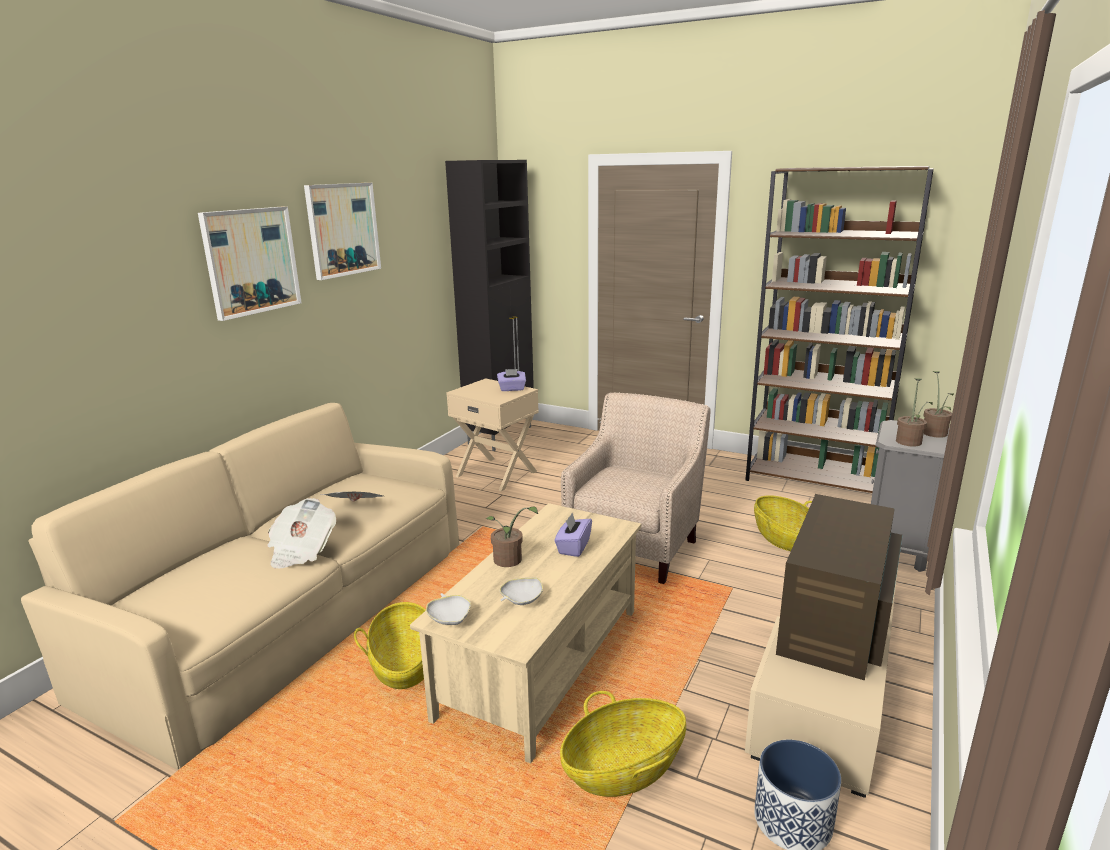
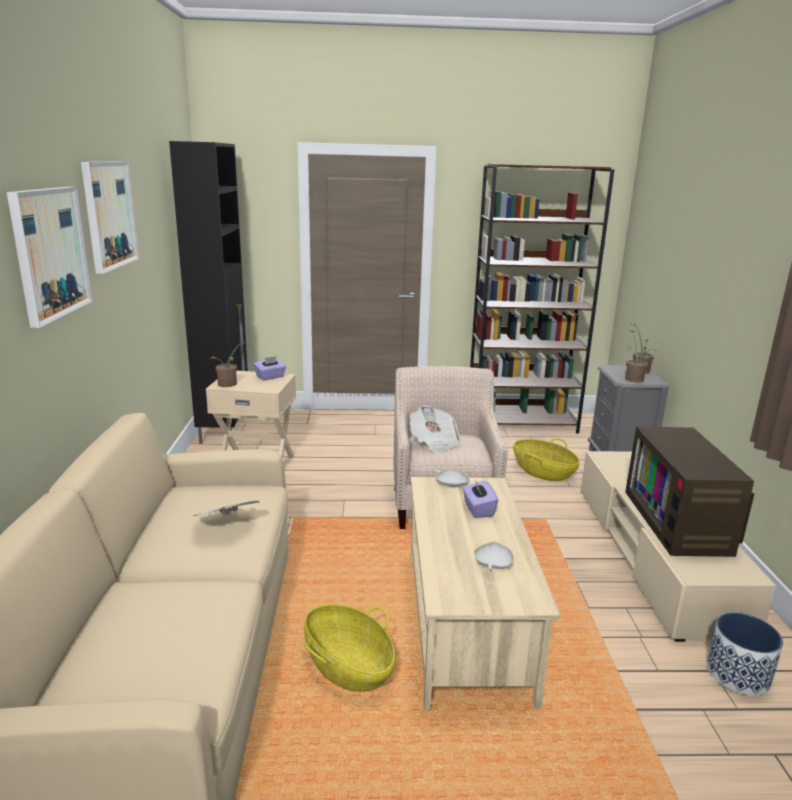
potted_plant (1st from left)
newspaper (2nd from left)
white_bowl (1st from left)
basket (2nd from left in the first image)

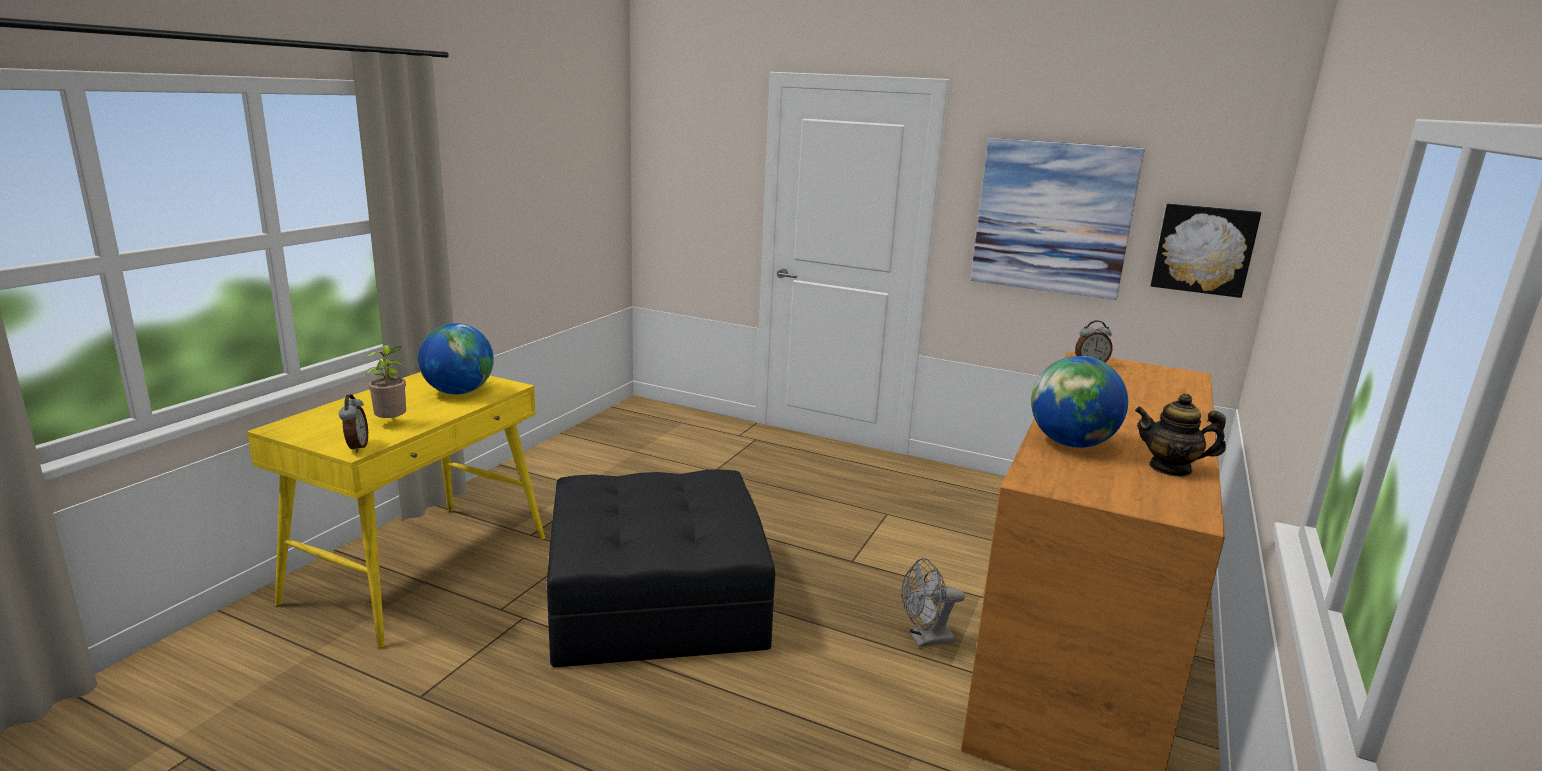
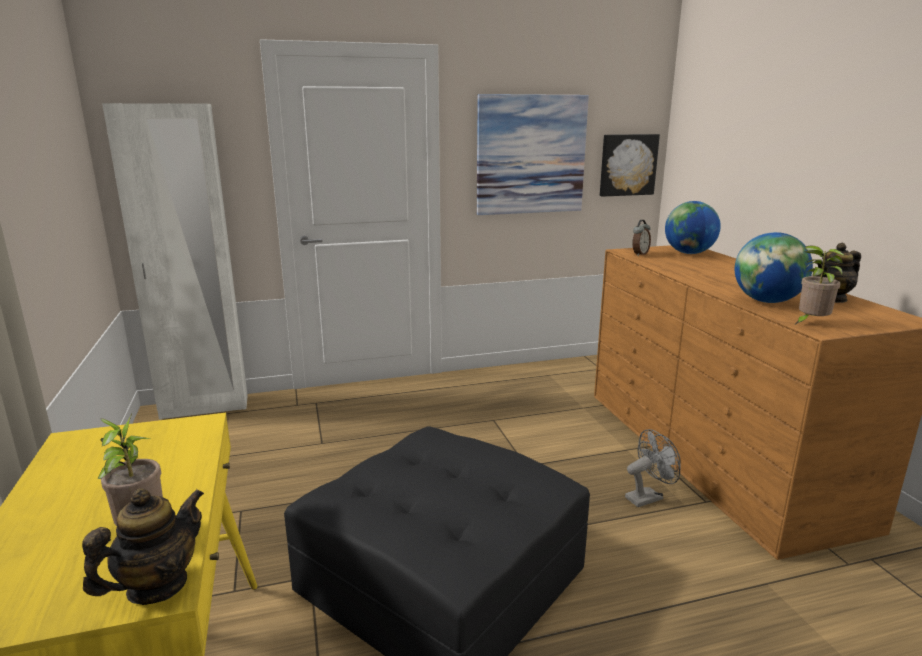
teapot (1st from left)
white_wardrobe
grey_fan
globe (1st from left)
potted_plant (2nd from left)

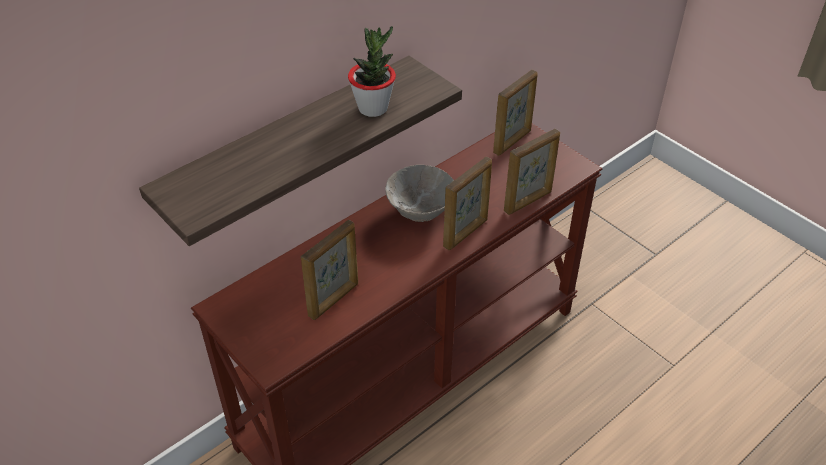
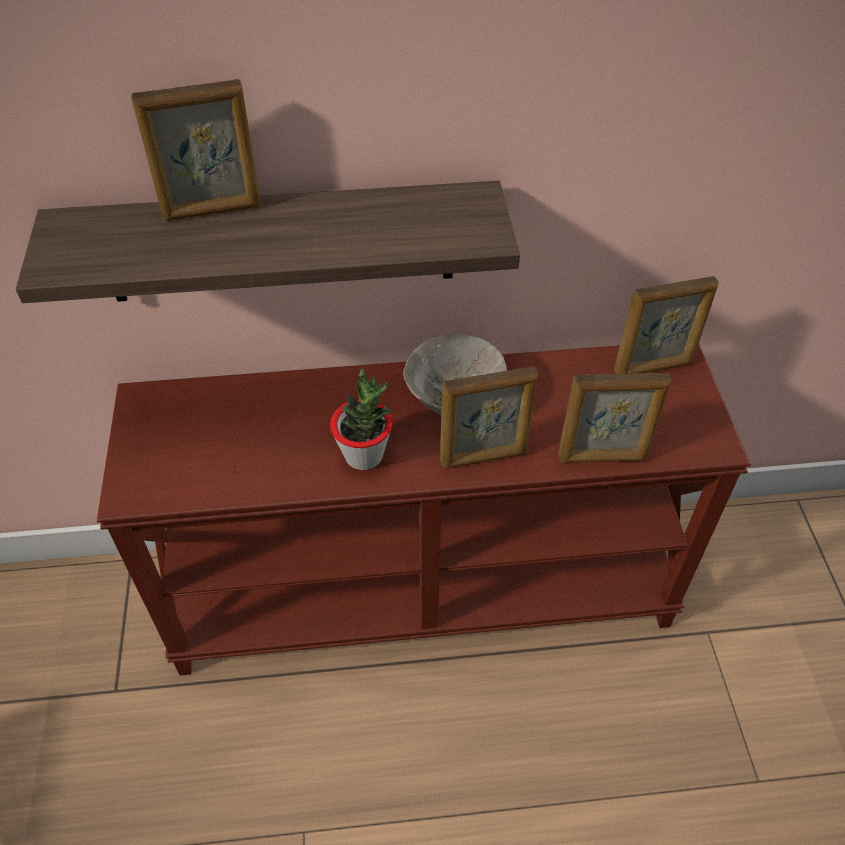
picture_frame (1st from left)
potted_plant

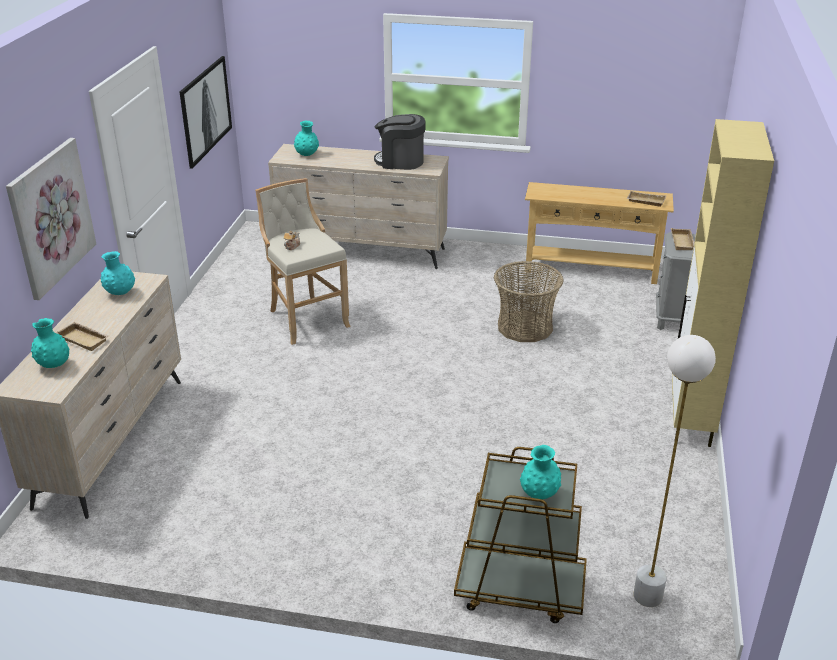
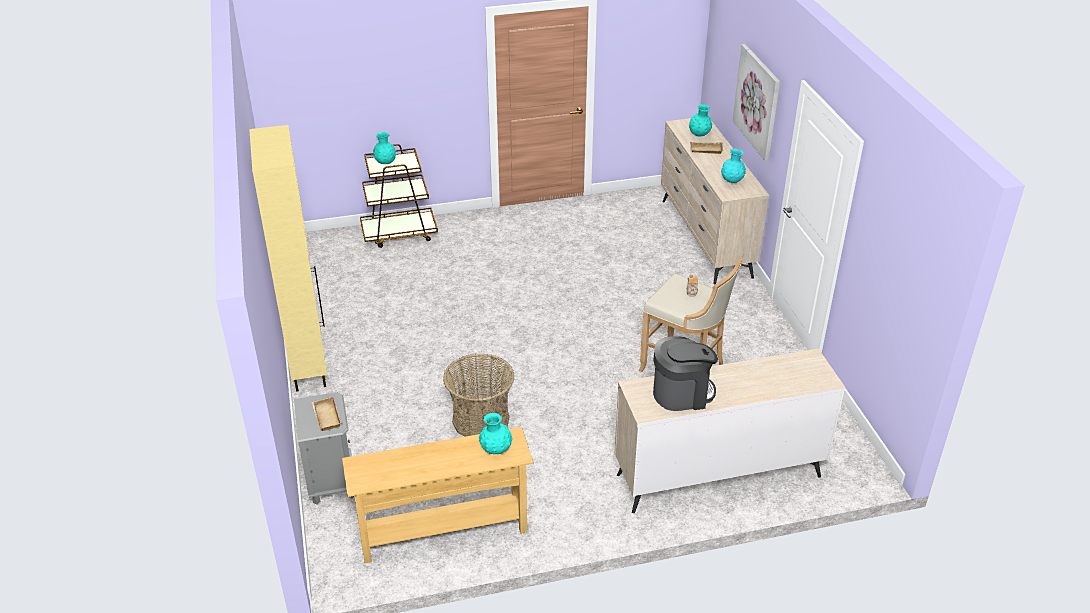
turquoise_vase (2nd from left)
picture (2nd from left in the first image)
beige_tray (2nd from left in the first image)
white_floor_lamp

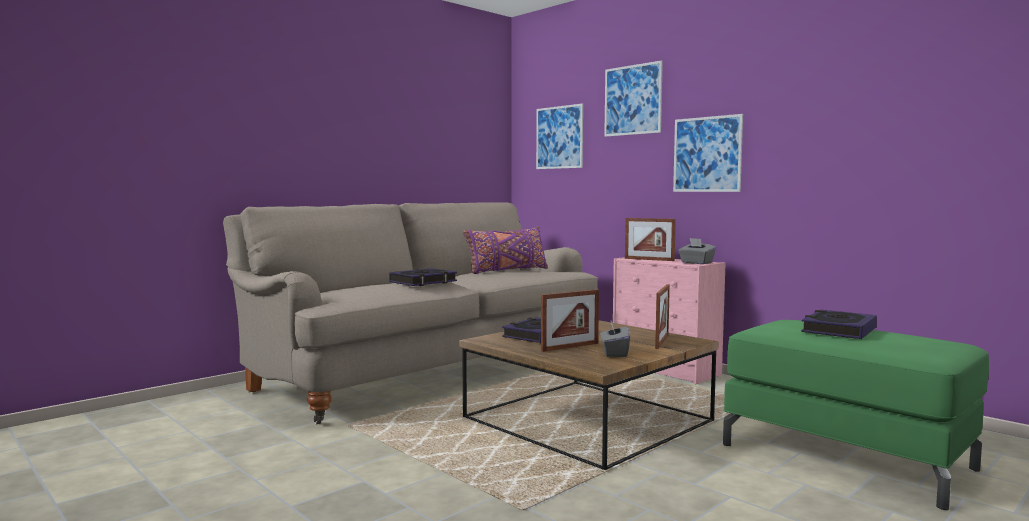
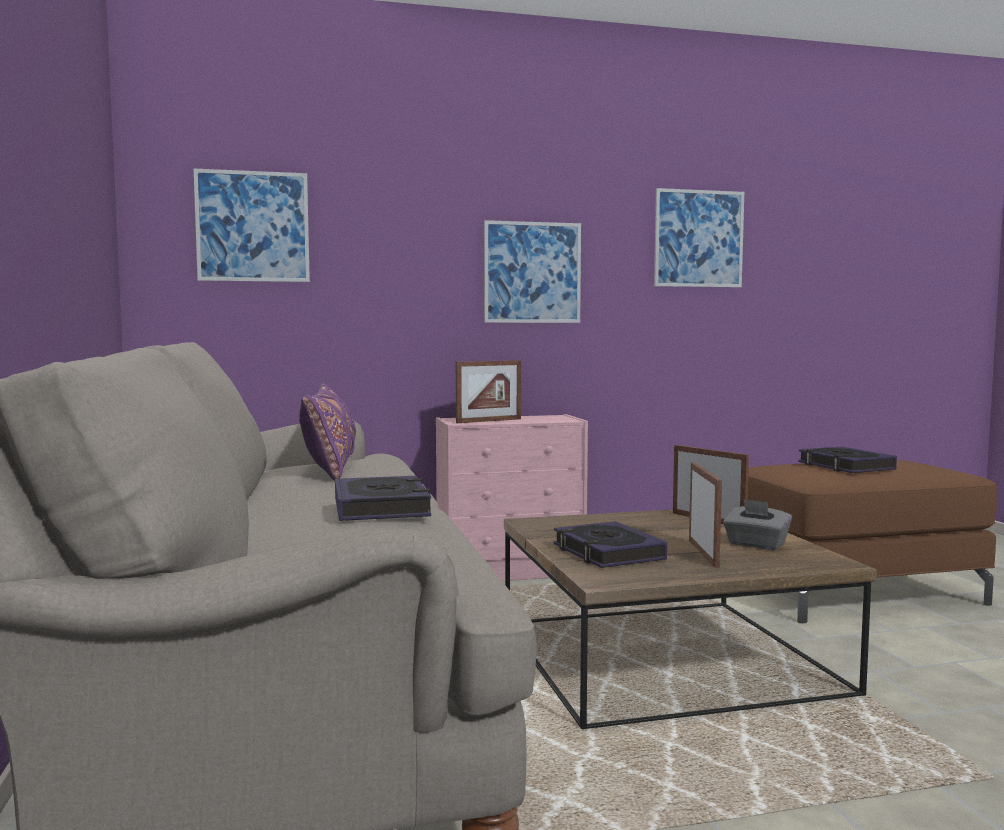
picture (3rd from left)
brown_ottoman
grey_tissue_box (2nd from left in the first image)

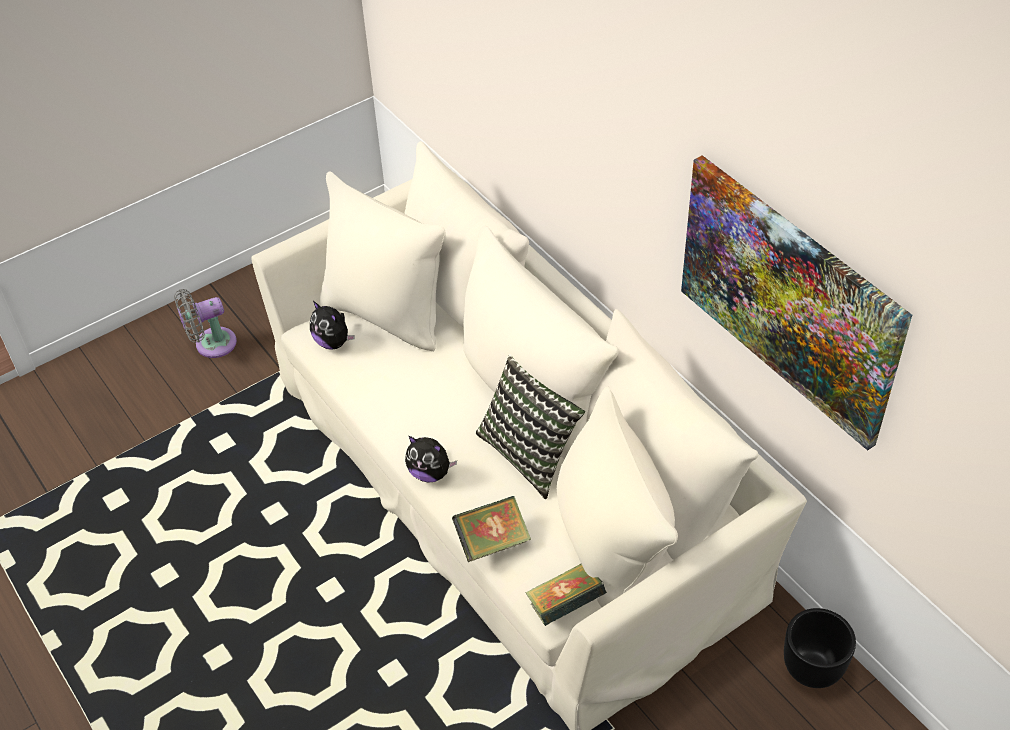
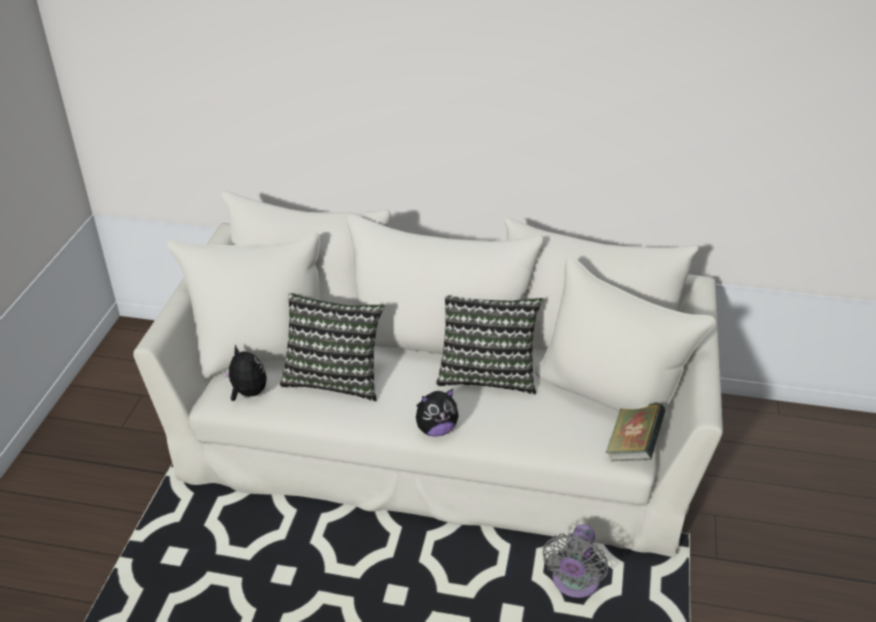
plush_toy (1st from left)
pillow (1st from left)
grey_fan
book (1st from left in the first image)
picture
black_planter

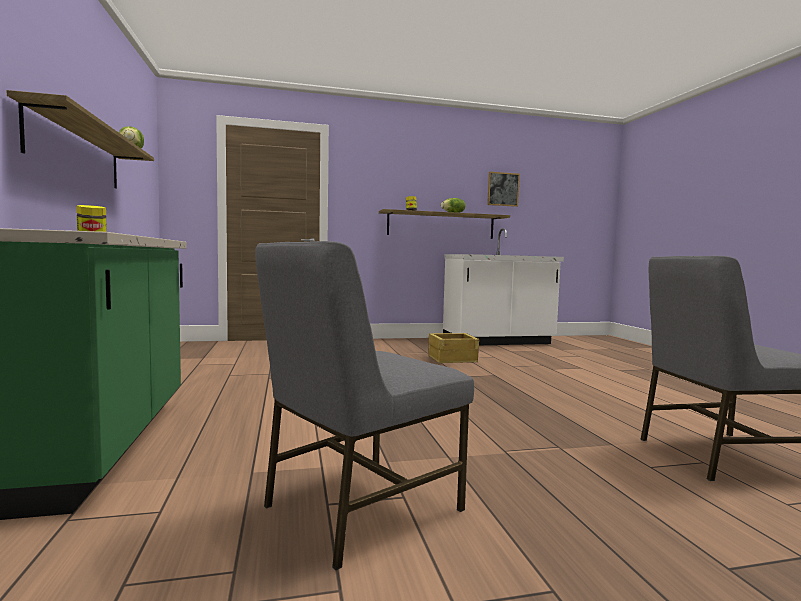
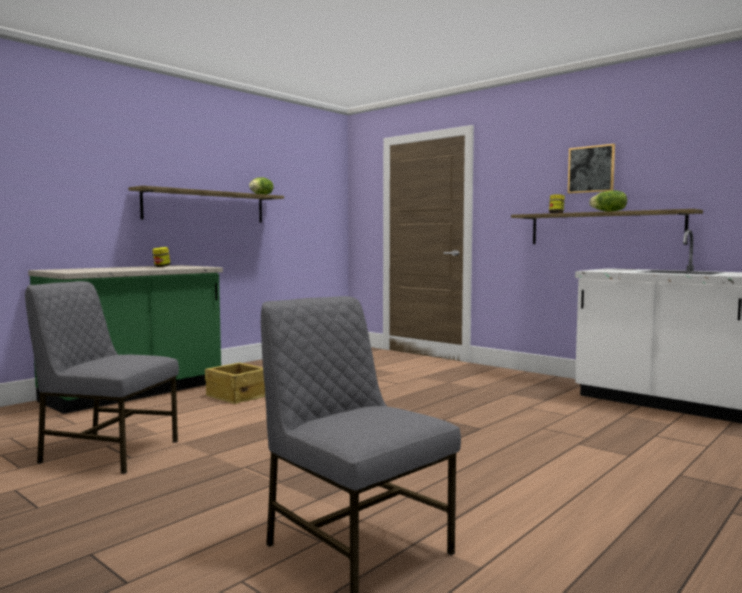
crate
picture

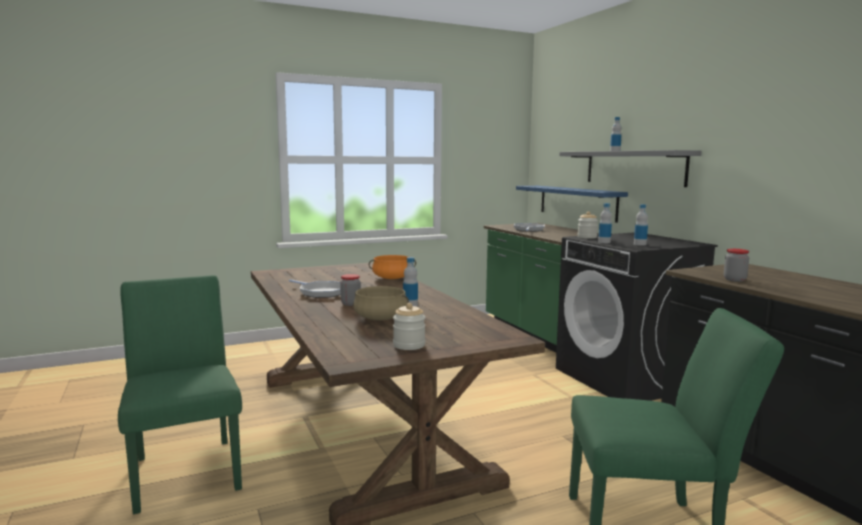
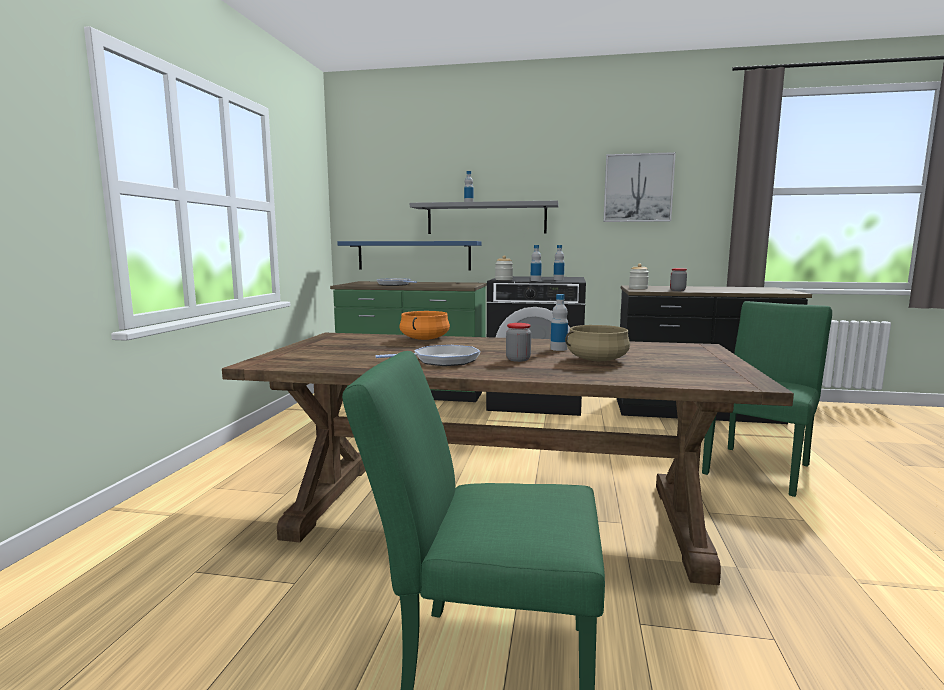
picture
jar (3rd from left)

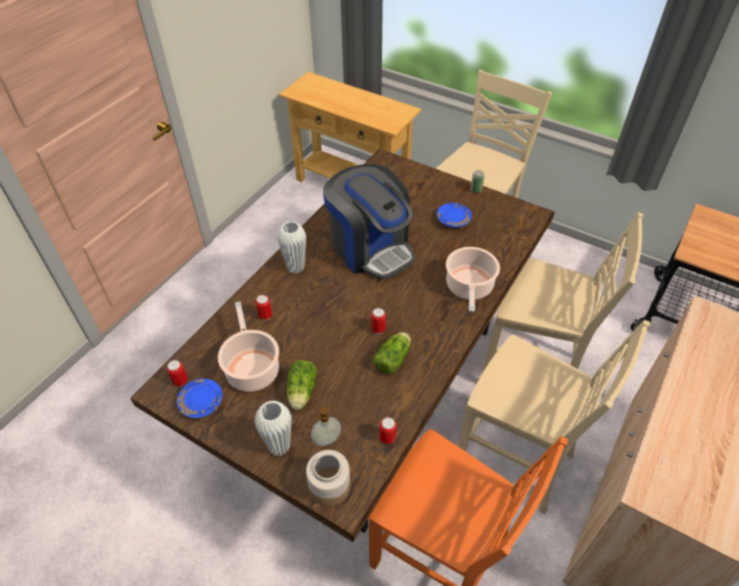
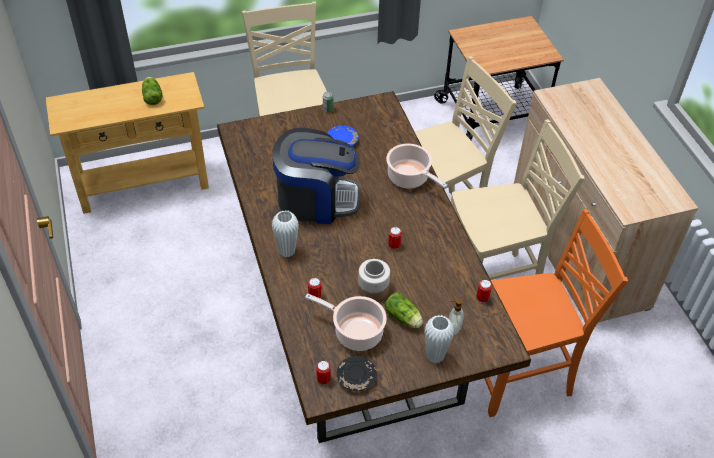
lettuce (1st from left)
black_plate
jar

